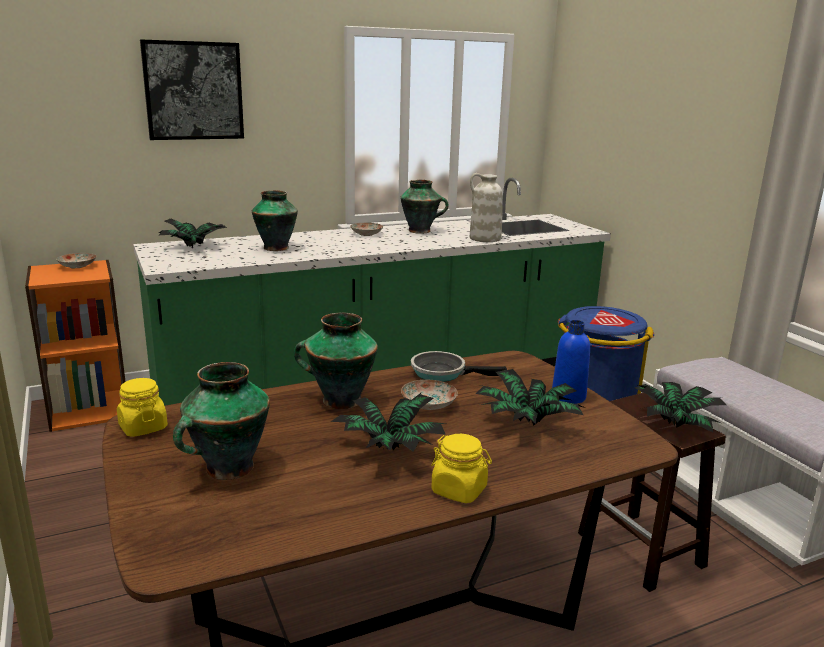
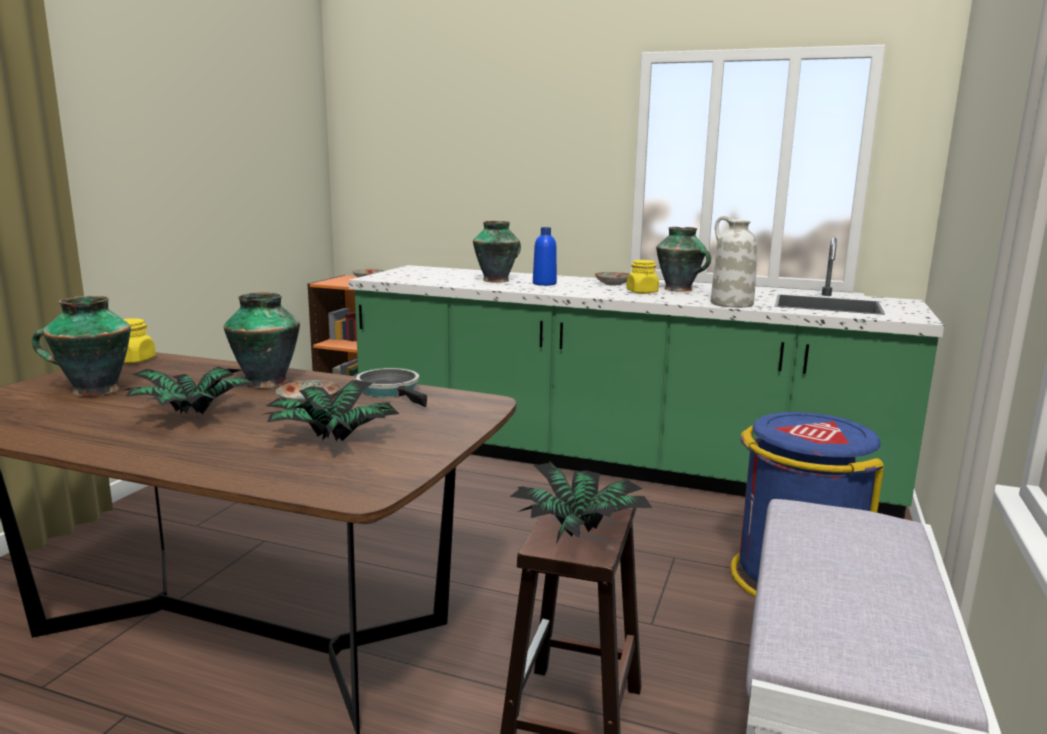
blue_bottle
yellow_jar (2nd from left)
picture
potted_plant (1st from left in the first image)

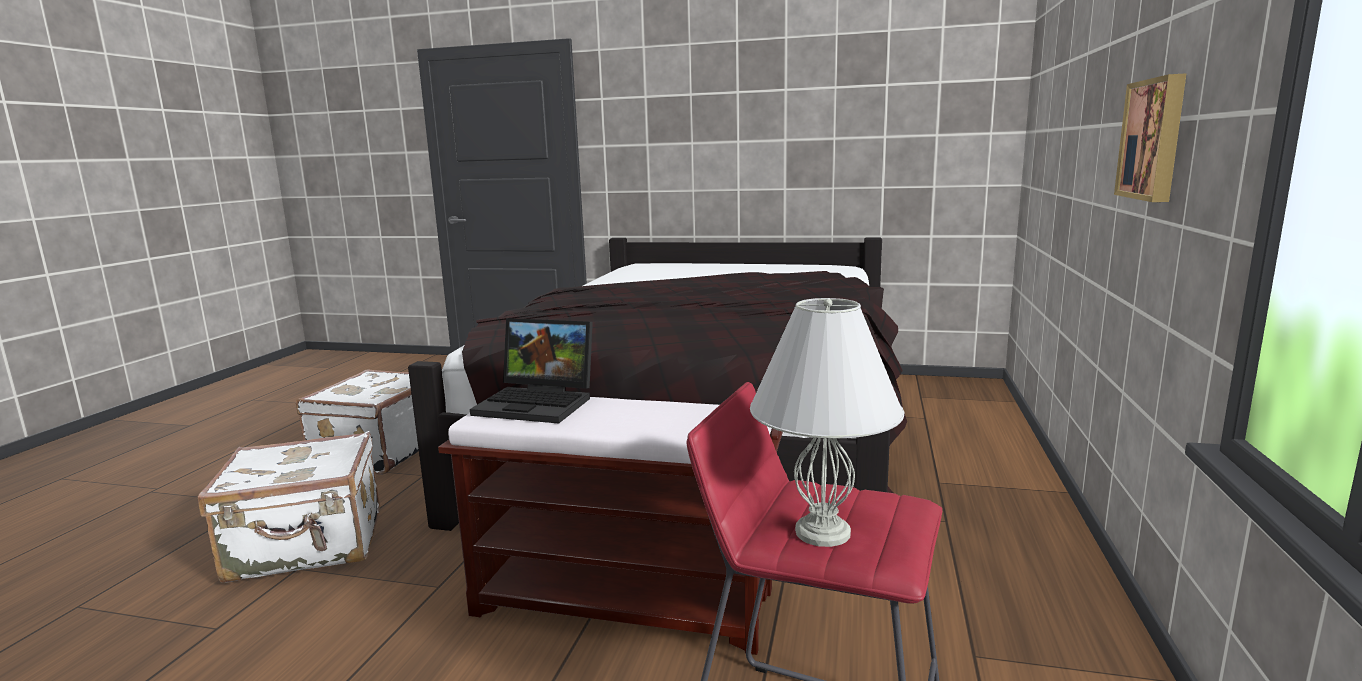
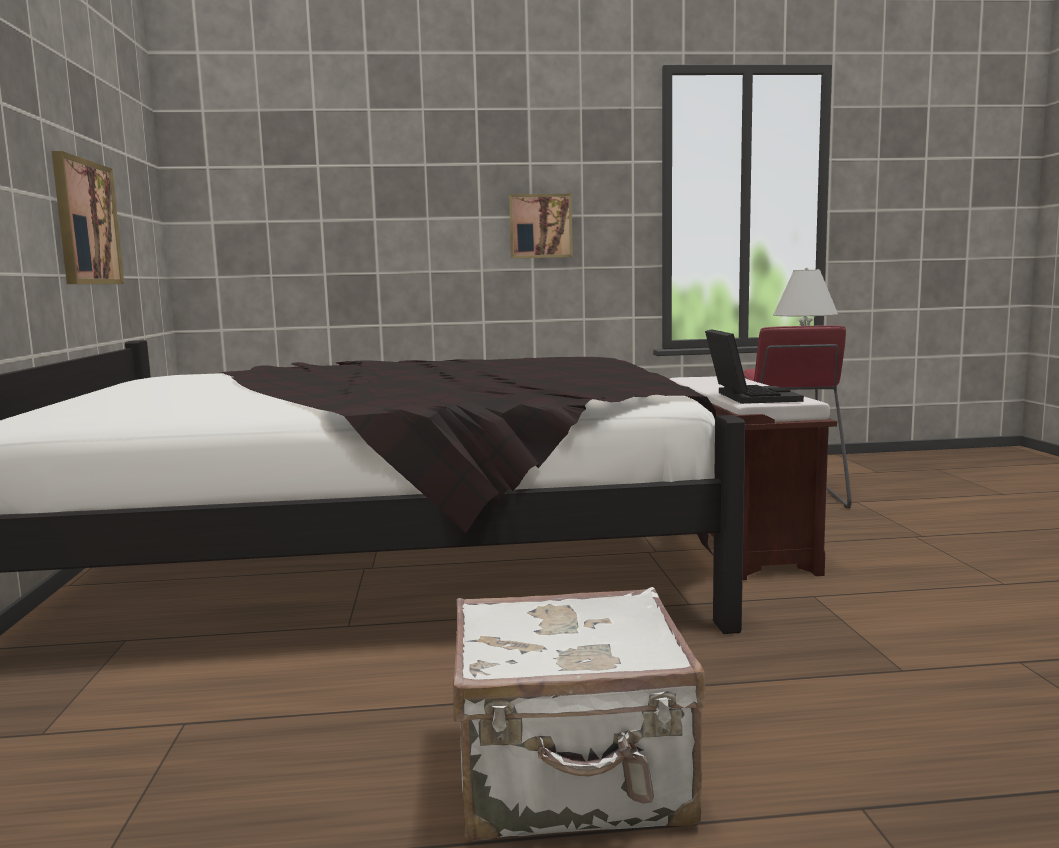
picture (1st from left)
white_suitcase (1st from left in the first image)

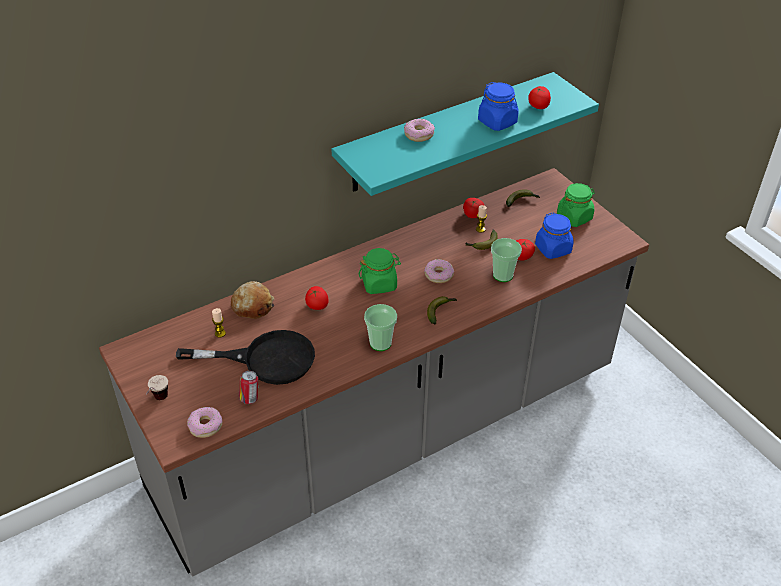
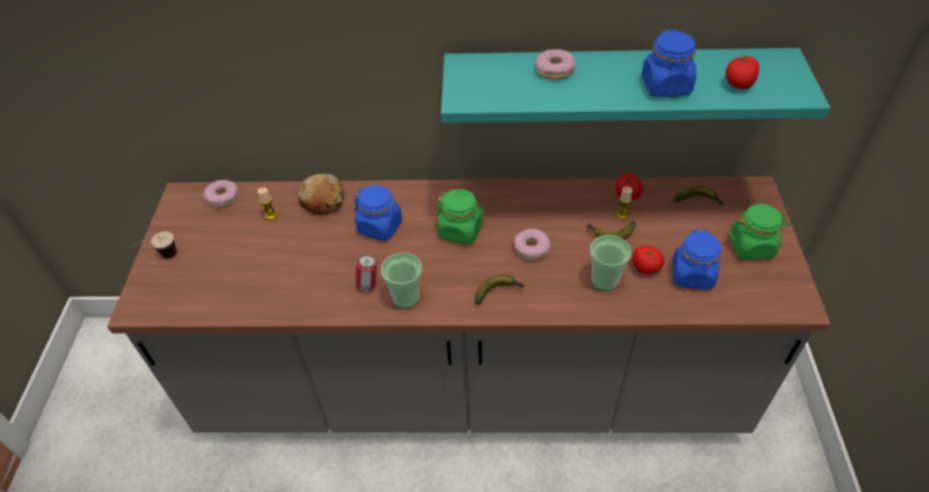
donut (1st from left)
blue_jar (1st from left)
can
black_frying_pan

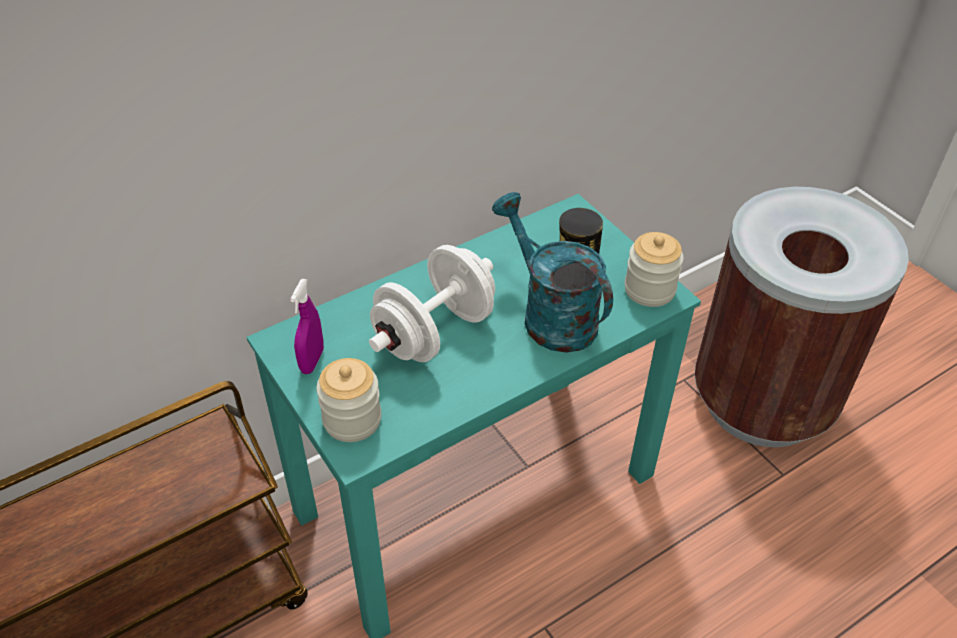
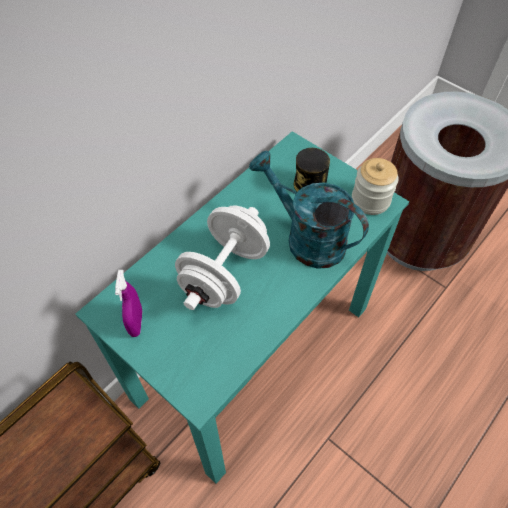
jar (1st from left in the first image)

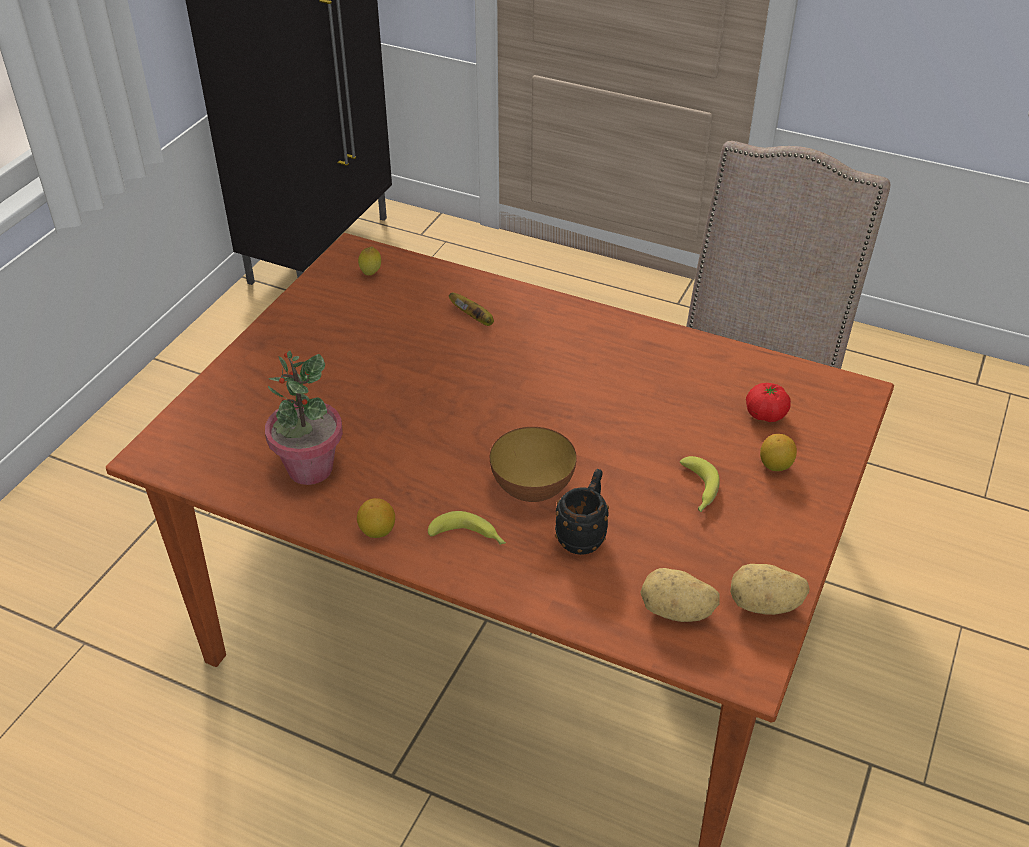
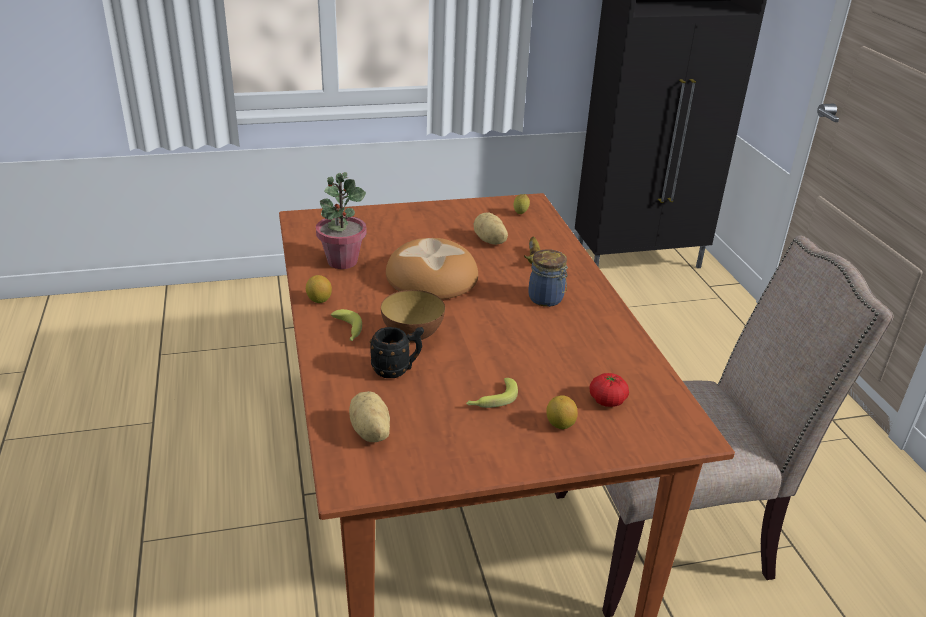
bread
potato (2nd from left)
jar

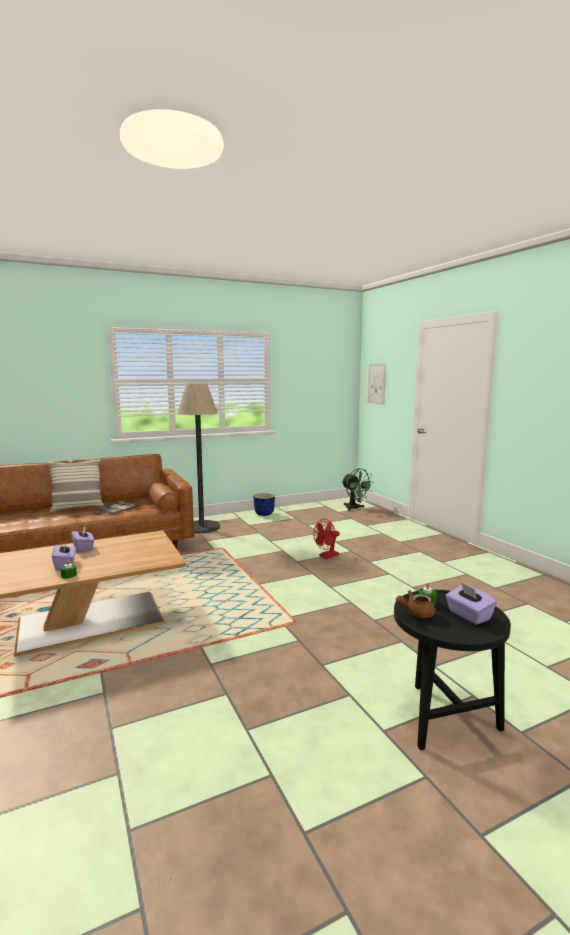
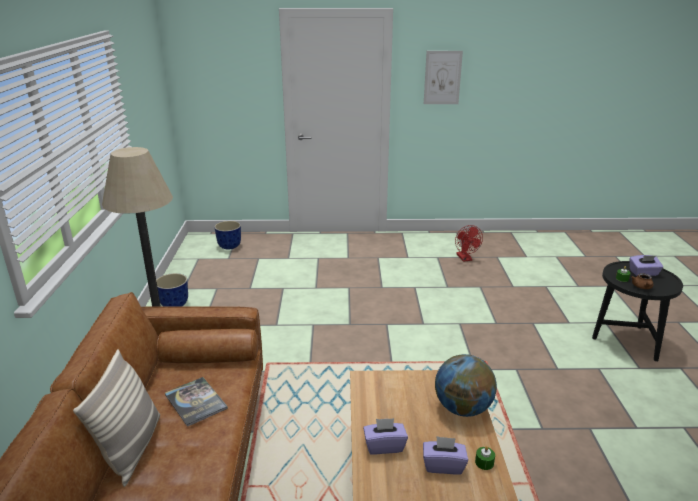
planter (2nd from left)
picture
globe
red_fan

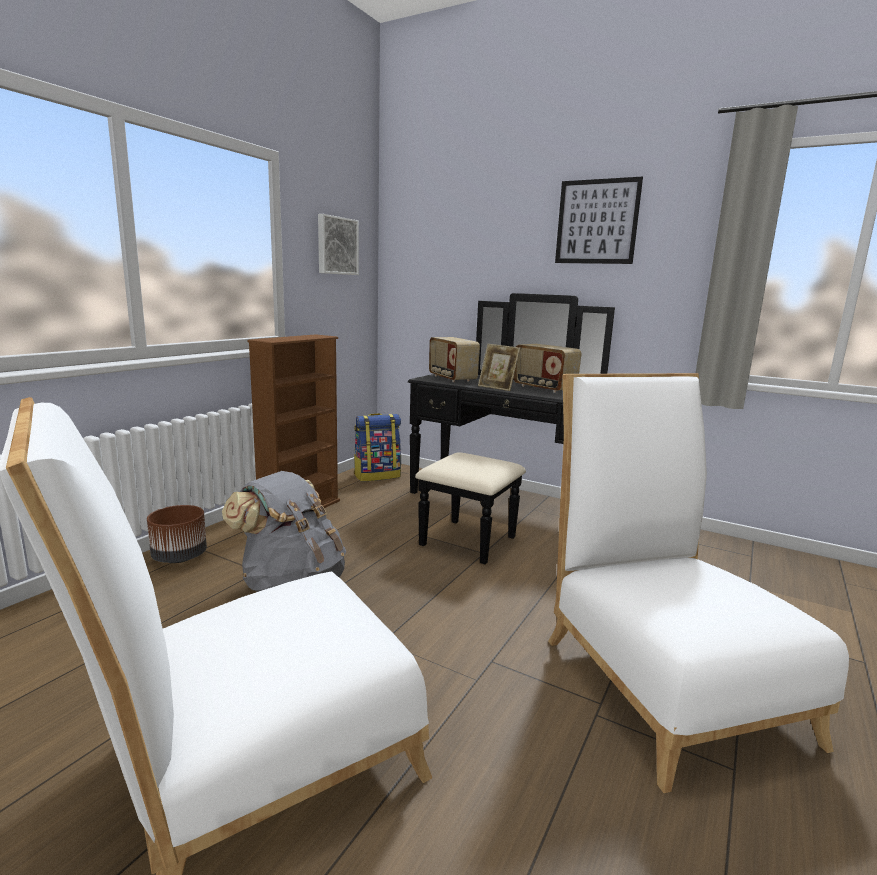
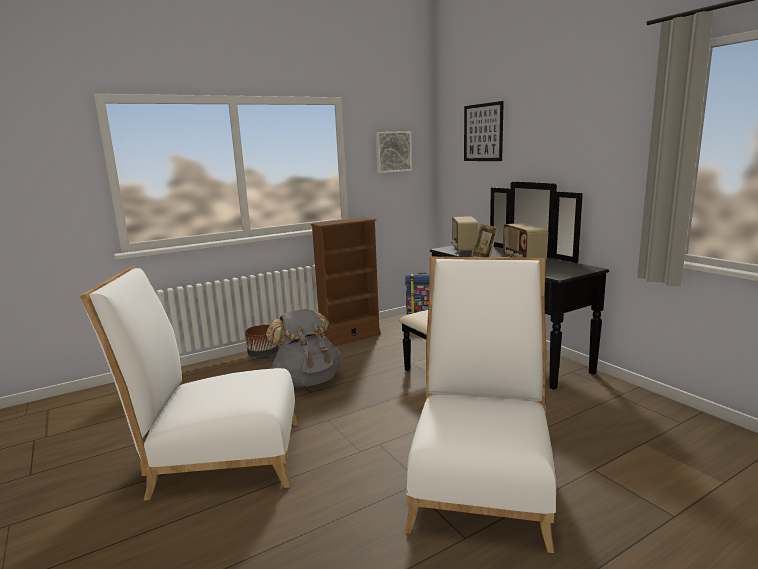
picture (2nd from left)

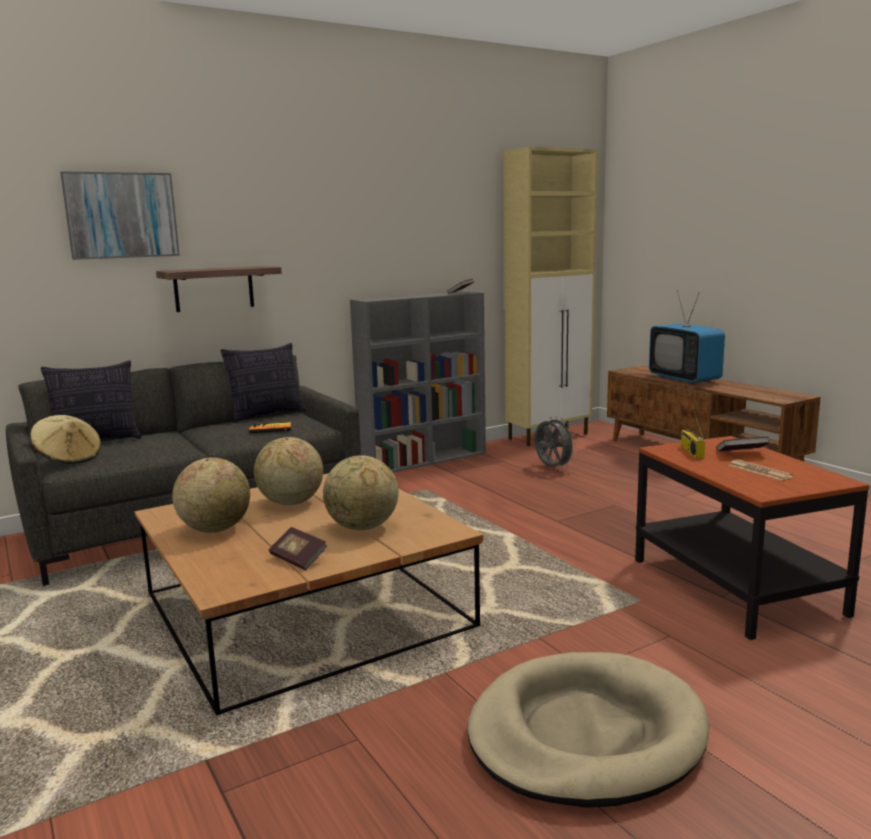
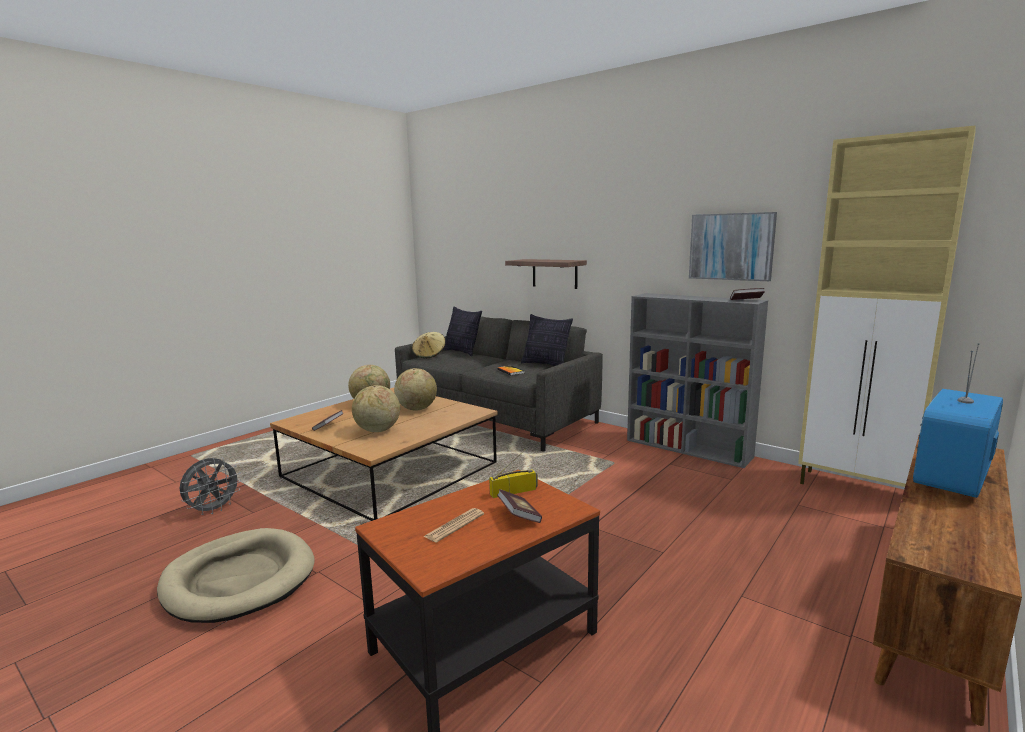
grey_fan
picture

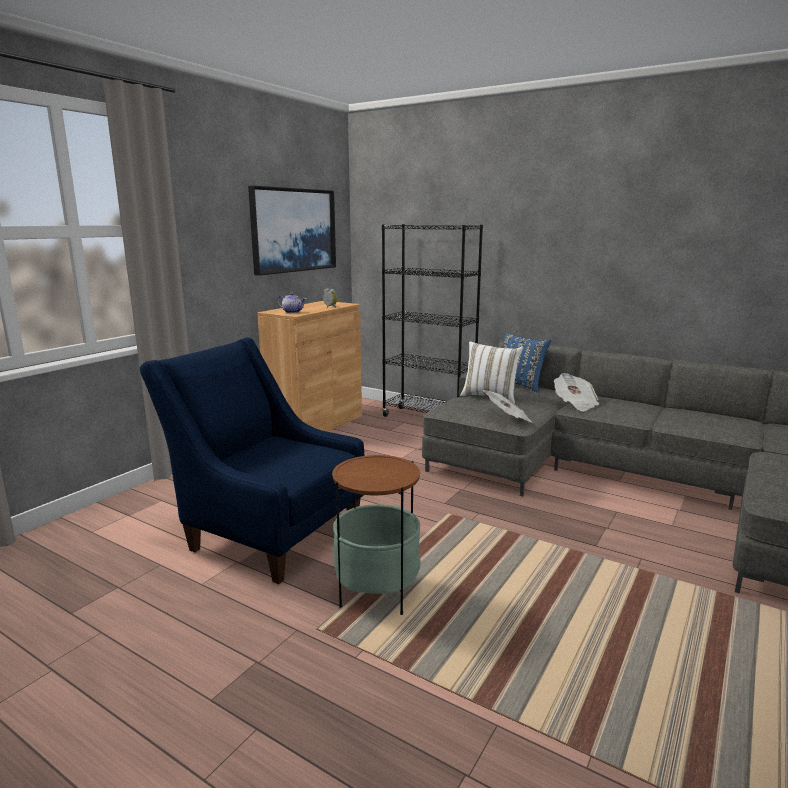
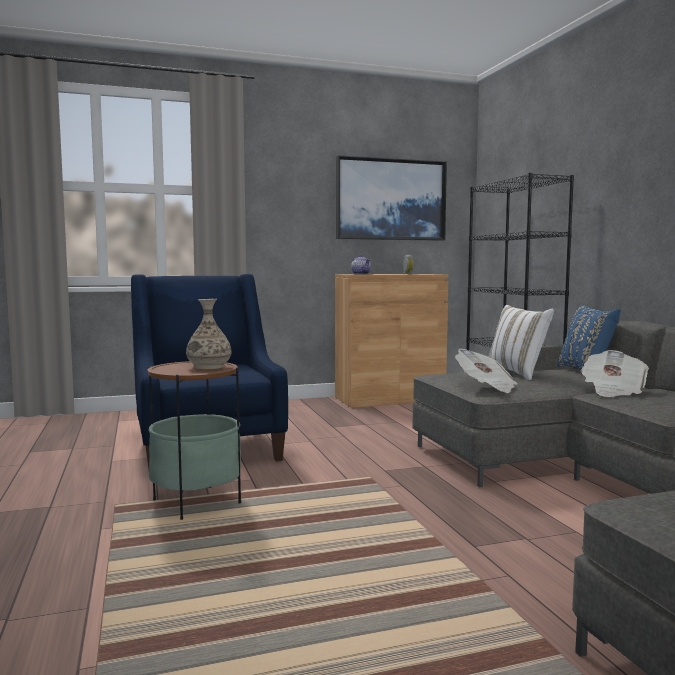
vase

